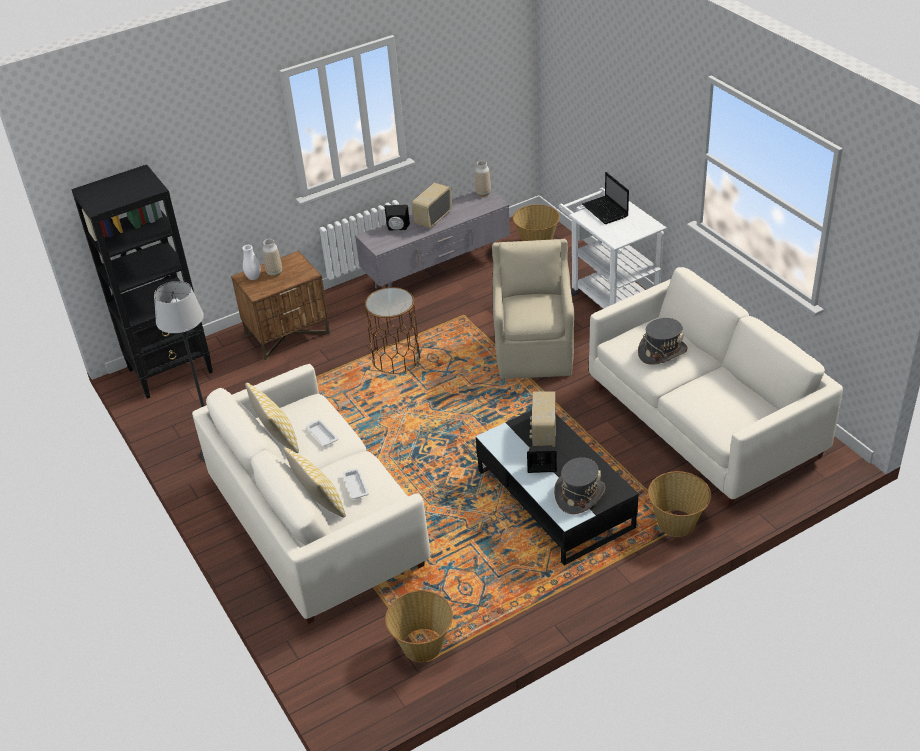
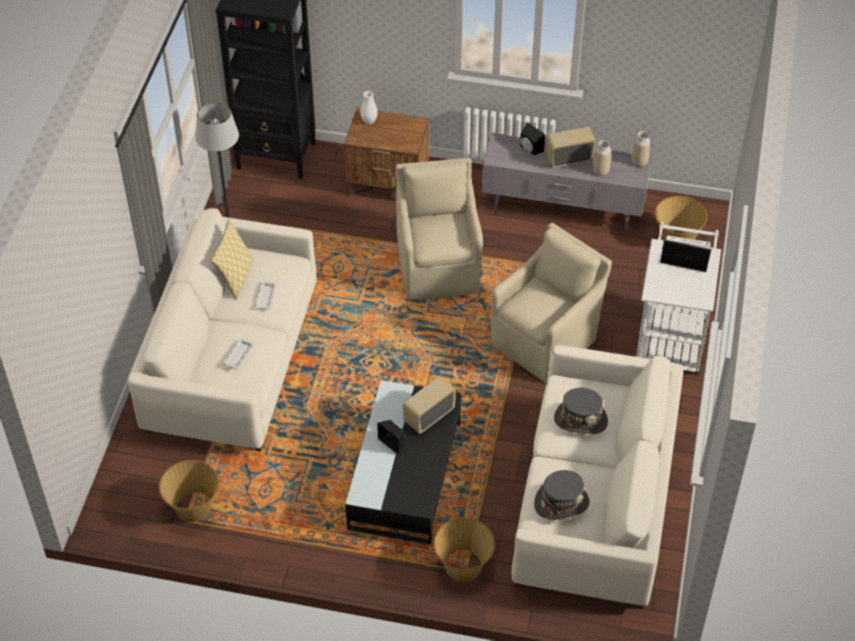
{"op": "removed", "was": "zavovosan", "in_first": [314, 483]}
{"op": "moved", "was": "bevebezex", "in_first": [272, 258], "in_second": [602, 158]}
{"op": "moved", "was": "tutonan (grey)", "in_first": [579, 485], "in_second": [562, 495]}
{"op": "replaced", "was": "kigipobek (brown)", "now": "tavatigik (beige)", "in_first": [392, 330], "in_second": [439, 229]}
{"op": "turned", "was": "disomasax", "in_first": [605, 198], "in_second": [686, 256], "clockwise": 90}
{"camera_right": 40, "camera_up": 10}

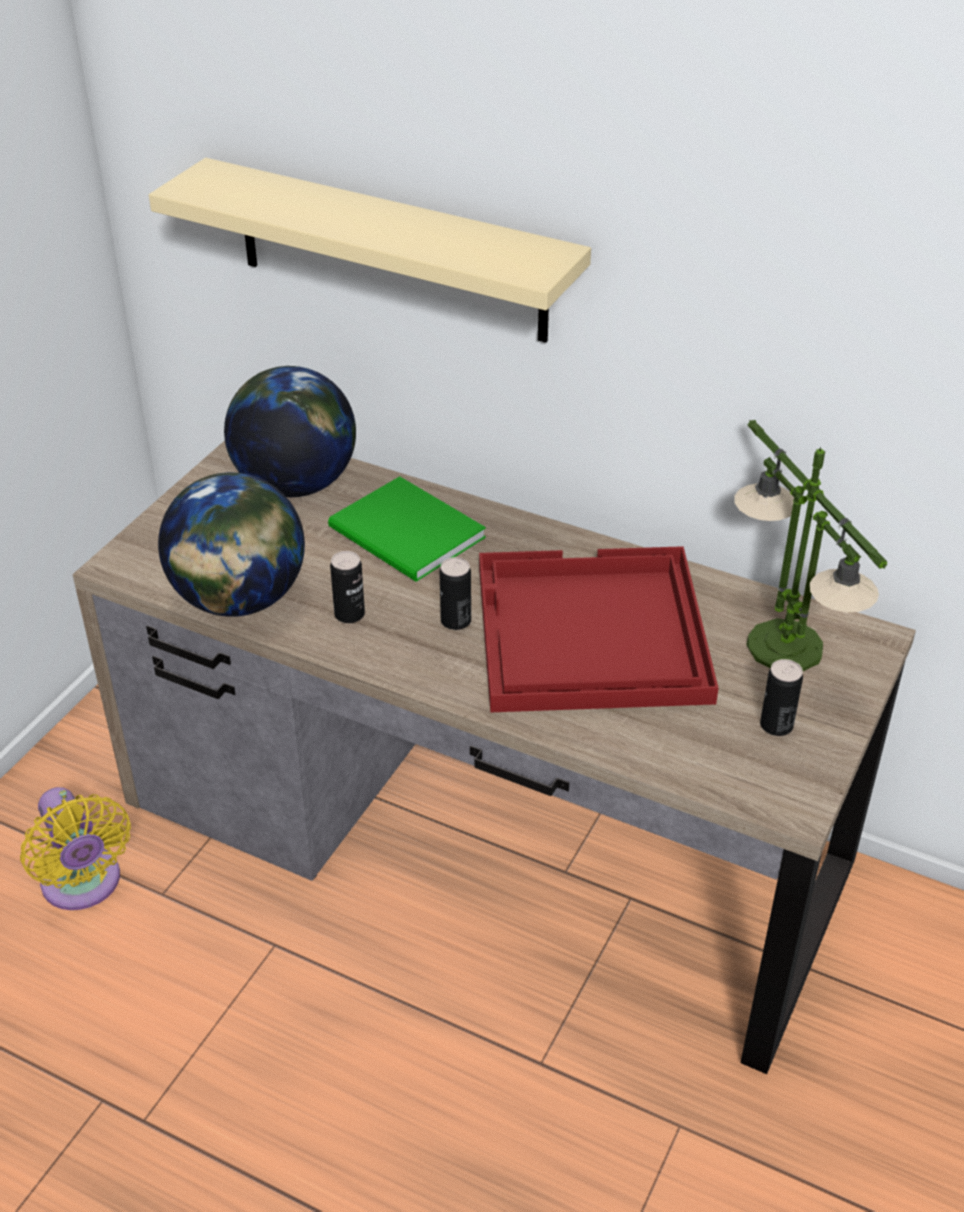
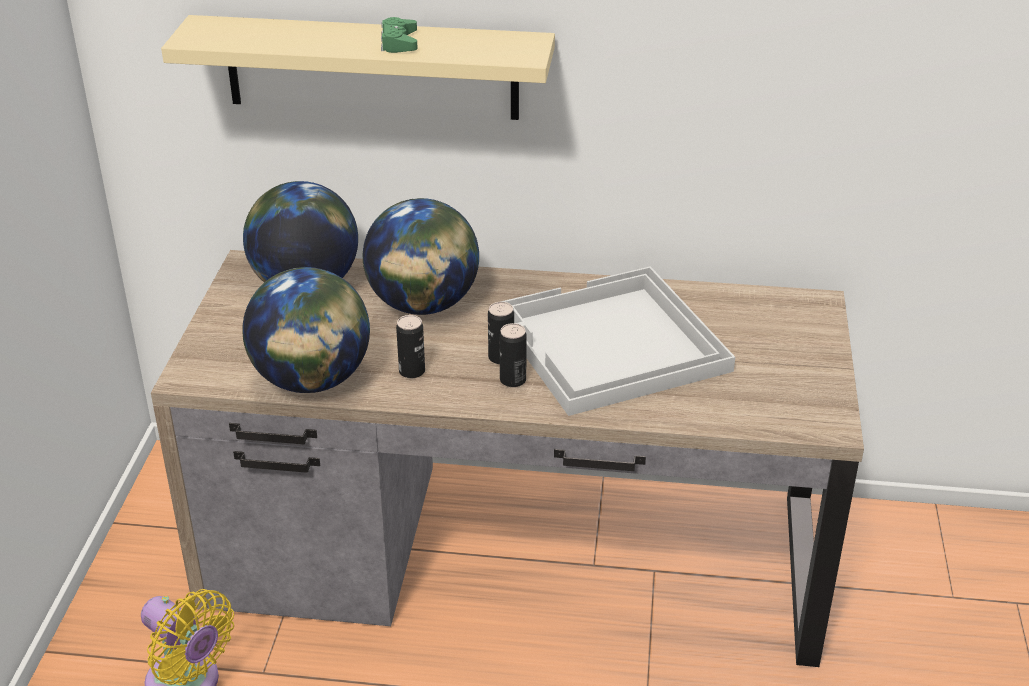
{"op": "removed", "was": "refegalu", "in_first": [810, 545]}
{"op": "added", "now": "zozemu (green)", "in_second": [399, 35]}
{"op": "moved", "was": "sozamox", "in_first": [781, 697], "in_second": [513, 355]}
{"op": "replaced", "was": "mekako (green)", "now": "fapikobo", "in_first": [407, 529], "in_second": [421, 256]}
{"op": "recoloured", "was": "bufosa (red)", "now": "bufosa (white)", "in_first": [599, 629], "in_second": [618, 341]}
{"camera_right": -20, "camera_up": -5}

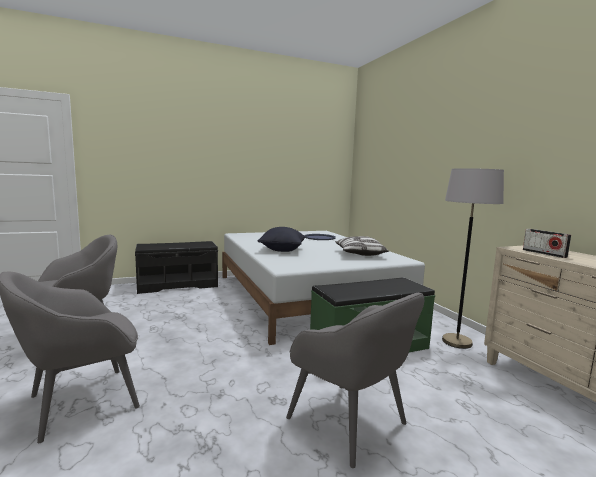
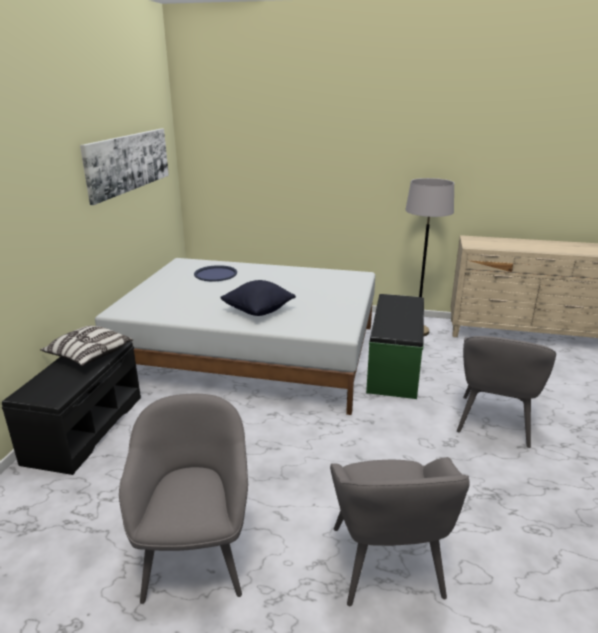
{"op": "removed", "was": "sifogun", "in_first": [547, 243]}
{"op": "added", "now": "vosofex", "in_second": [124, 167]}
{"op": "moved", "was": "zavovosan", "in_first": [362, 246], "in_second": [86, 346]}
{"op": "turned", "was": "tavatigik (grey)", "in_first": [355, 380], "in_second": [506, 392], "clockwise": 120}
{"camera_right": -55, "camera_up": 15}

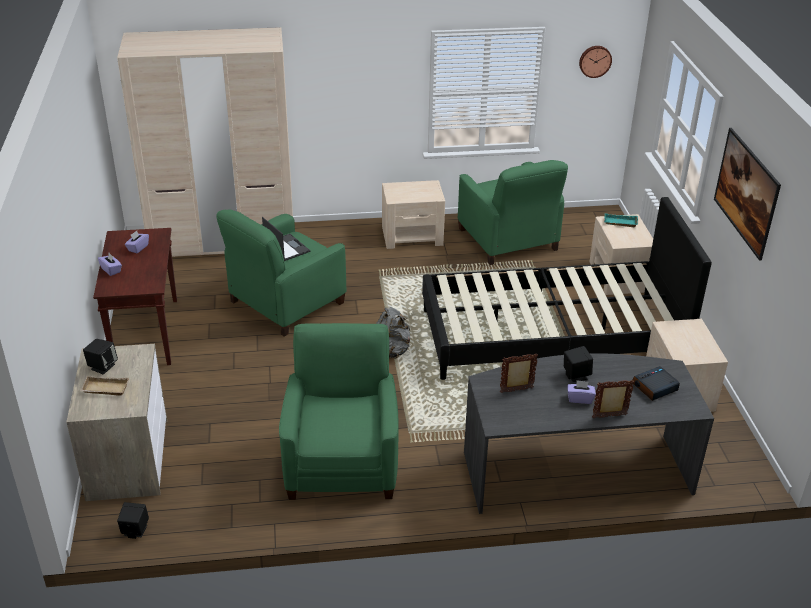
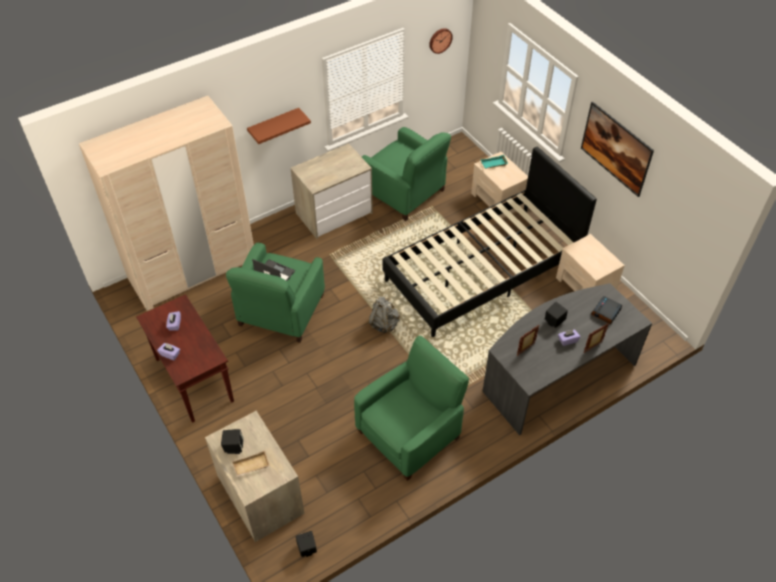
{"op": "added", "now": "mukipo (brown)", "in_second": [279, 126]}
{"op": "replaced", "was": "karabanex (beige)", "now": "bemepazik", "in_first": [413, 214], "in_second": [331, 191]}
{"op": "turned", "was": "tavatigik (green)", "in_first": [339, 411], "in_second": [411, 408], "clockwise": 75}
{"camera_right": -25, "camera_up": 15}

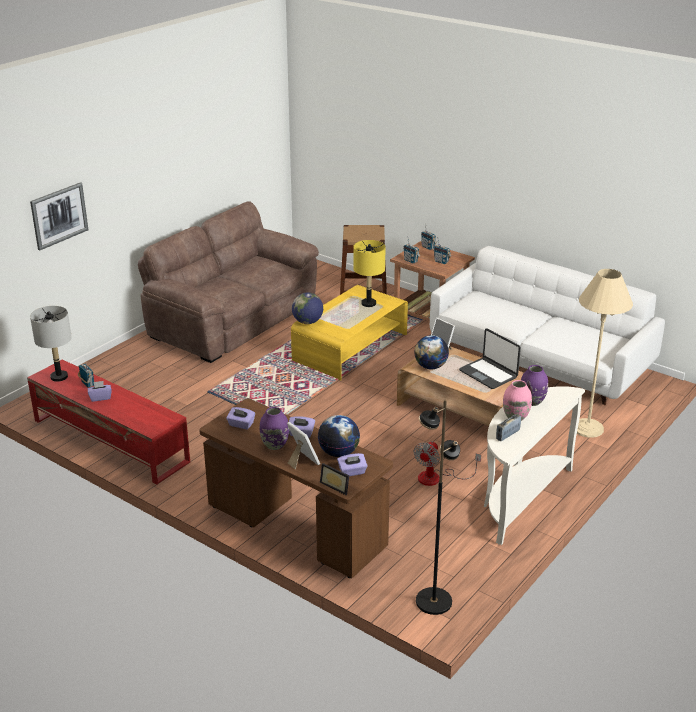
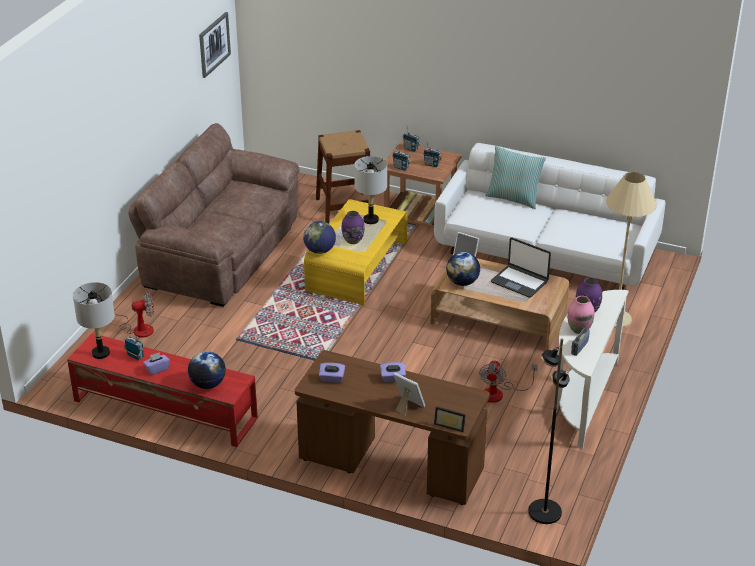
{"op": "removed", "was": "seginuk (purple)", "in_first": [352, 464]}
{"op": "added", "now": "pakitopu", "in_second": [134, 315]}
{"op": "added", "now": "zavovosan", "in_second": [515, 177]}
{"op": "moved", "was": "vosofex", "in_first": [59, 216], "in_second": [215, 45]}
{"op": "moved", "was": "bevebezex (purple)", "in_first": [274, 428], "in_second": [352, 227]}
{"op": "moved", "was": "fapikobo", "in_first": [339, 436], "in_second": [207, 370]}
{"op": "recoloured", "was": "refegalu (yellow)", "now": "refegalu (grey)", "in_first": [369, 273], "in_second": [370, 190]}
{"camera_right": -15, "camera_up": 5}

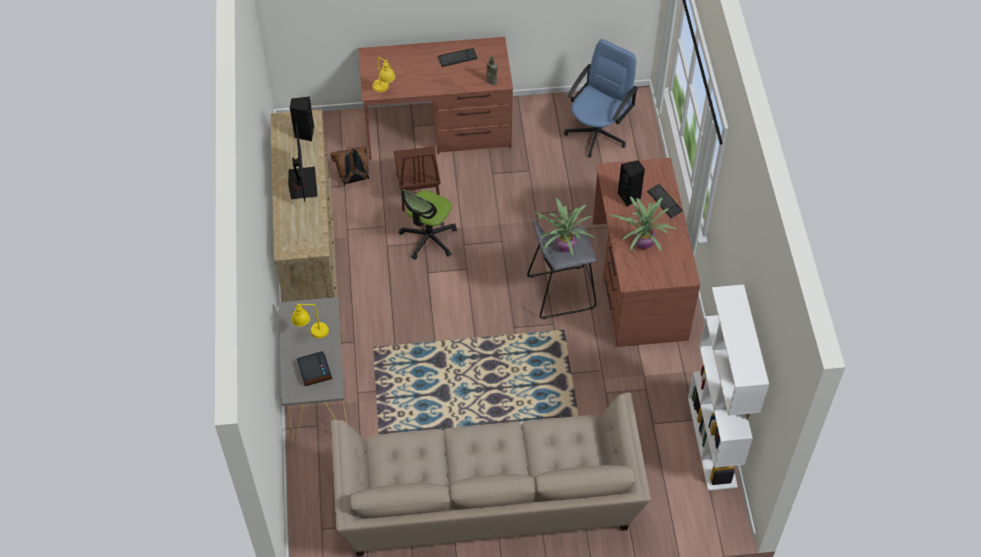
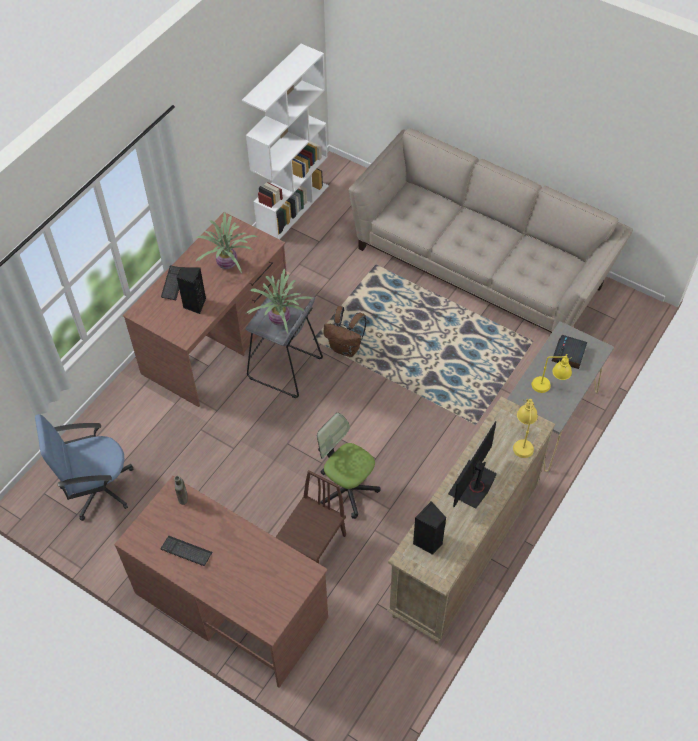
{"op": "moved", "was": "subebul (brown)", "in_first": [349, 165], "in_second": [345, 331]}
{"op": "moved", "was": "refegalu (yellow)", "in_first": [383, 74], "in_second": [525, 428]}
{"op": "turned", "was": "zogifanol", "in_first": [428, 224], "in_second": [349, 466], "clockwise": -120}
{"camera_right": -140, "camera_up": 0}

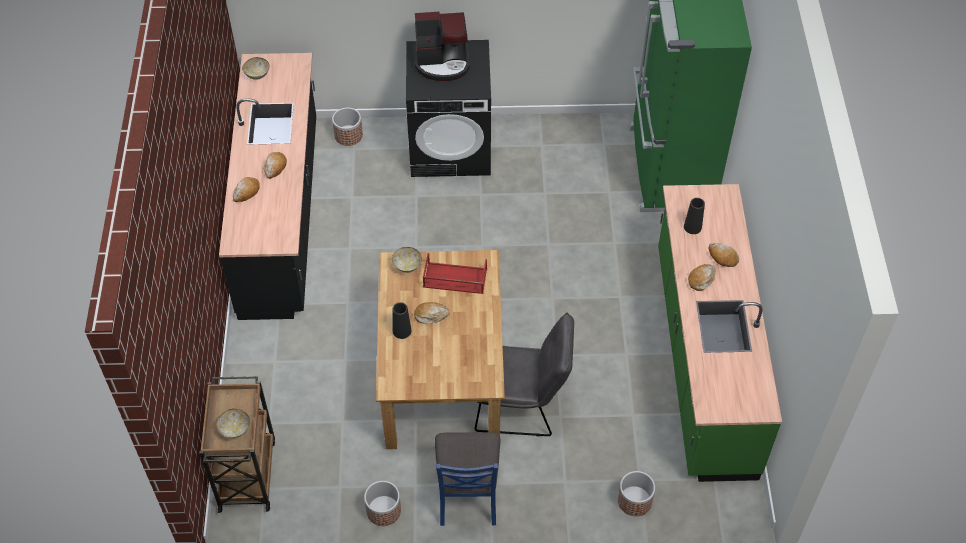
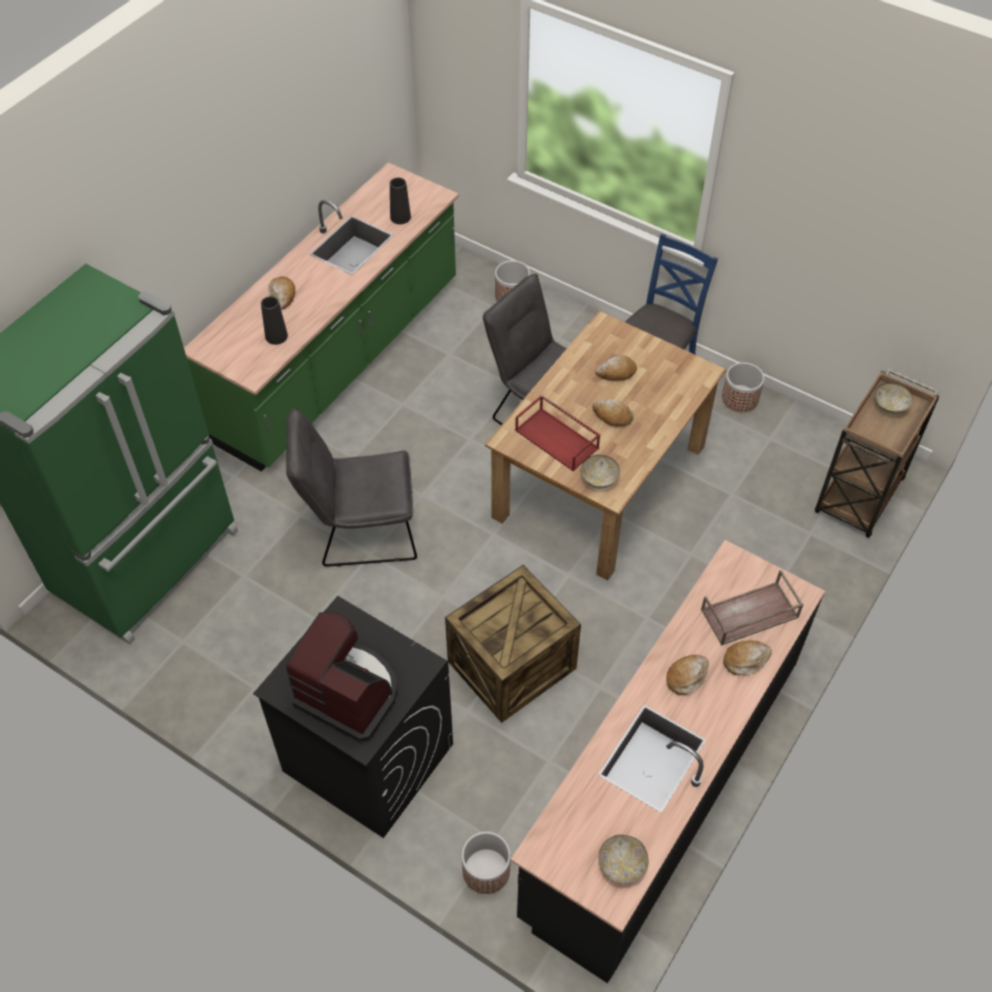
{"op": "added", "now": "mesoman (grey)", "in_second": [351, 487]}
{"op": "added", "now": "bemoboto", "in_second": [513, 644]}
{"op": "added", "now": "bufosa (brown)", "in_second": [752, 608]}
{"op": "moved", "was": "bevebezex (black)", "in_first": [402, 320], "in_second": [400, 201]}
{"op": "moved", "was": "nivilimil", "in_first": [701, 277], "in_second": [616, 368]}
{"camera_right": -145, "camera_up": 0}

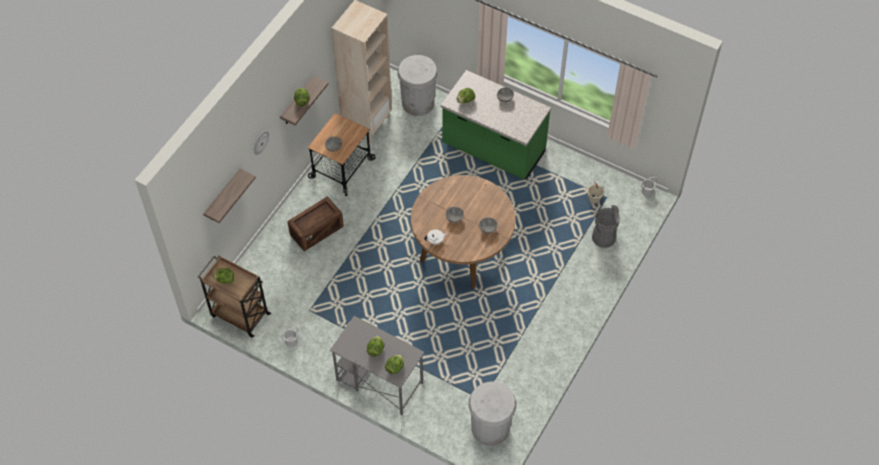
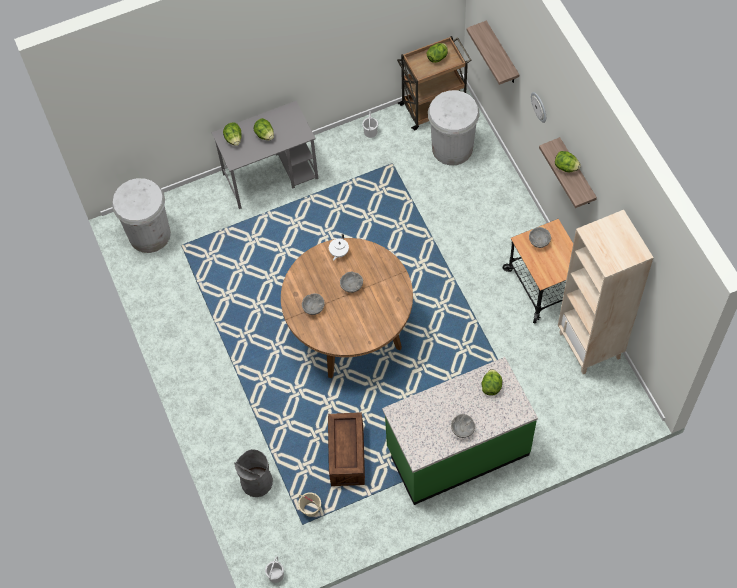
{"op": "moved", "was": "bemoboto", "in_first": [315, 223], "in_second": [346, 449]}
{"op": "moved", "was": "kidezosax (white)", "in_first": [417, 85], "in_second": [454, 127]}
{"camera_right": 130, "camera_up": 5}

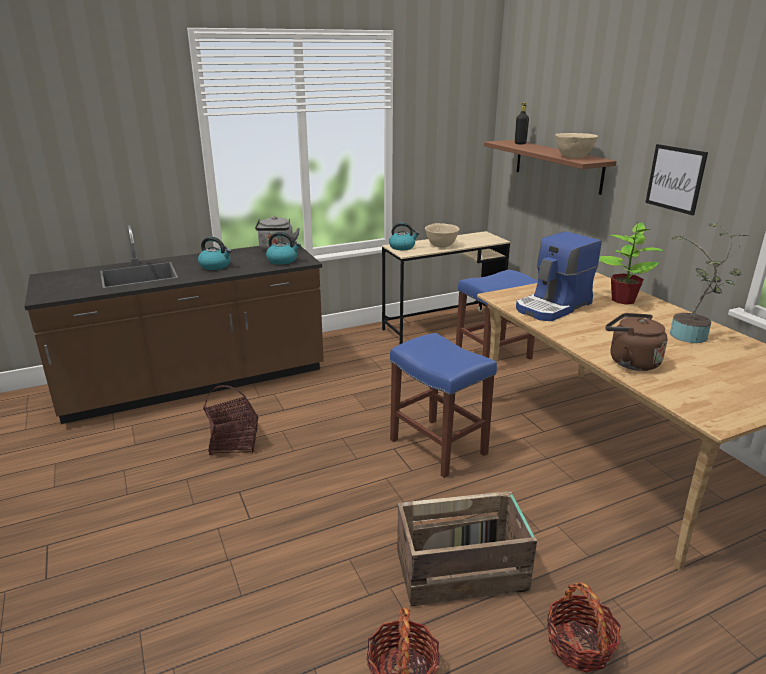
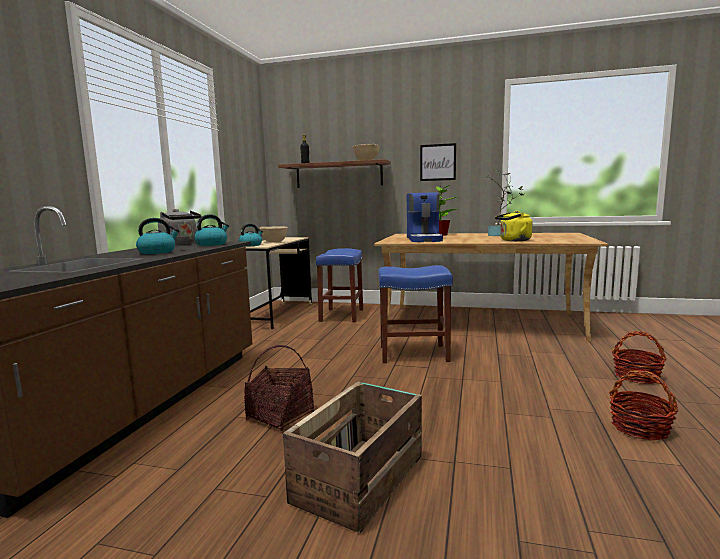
{"op": "moved", "was": "bemoboto", "in_first": [467, 549], "in_second": [352, 457]}
{"op": "recoloured", "was": "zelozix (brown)", "now": "zelozix (yellow)", "in_first": [636, 342], "in_second": [513, 226]}
{"camera_right": -50, "camera_up": -15}

